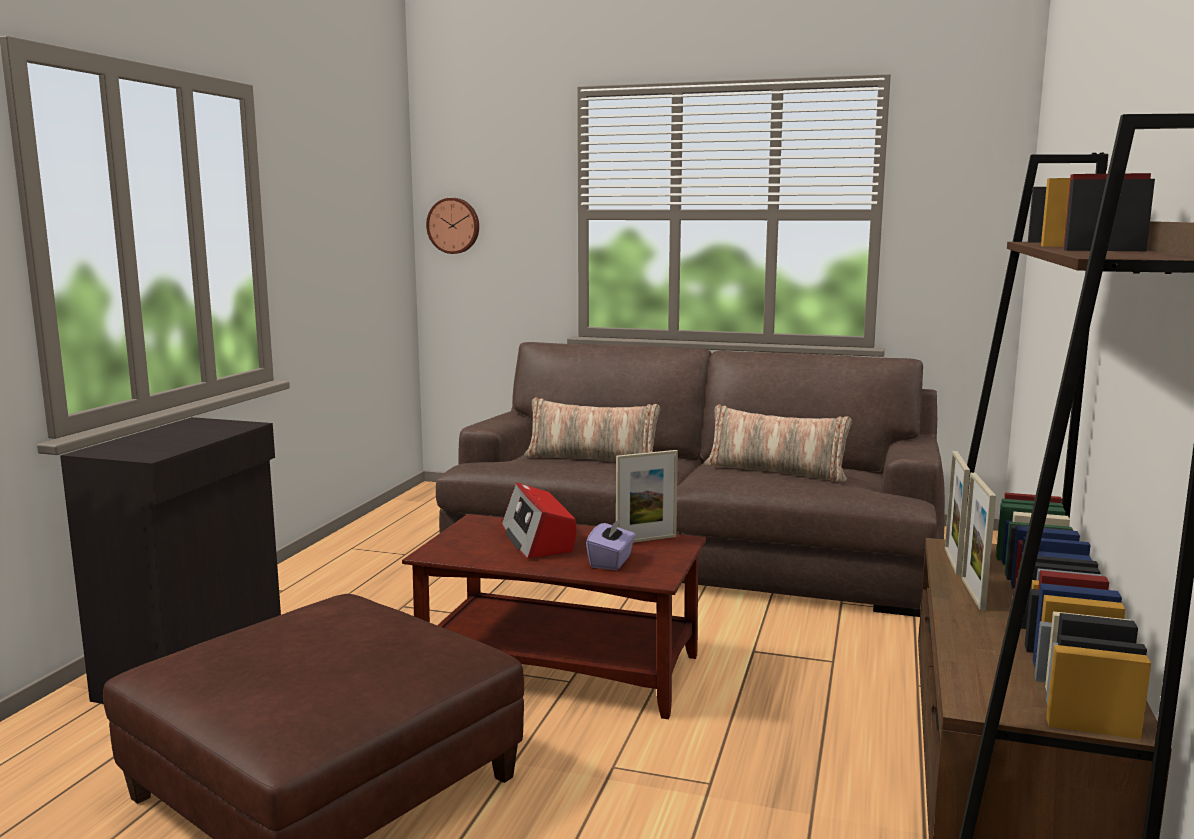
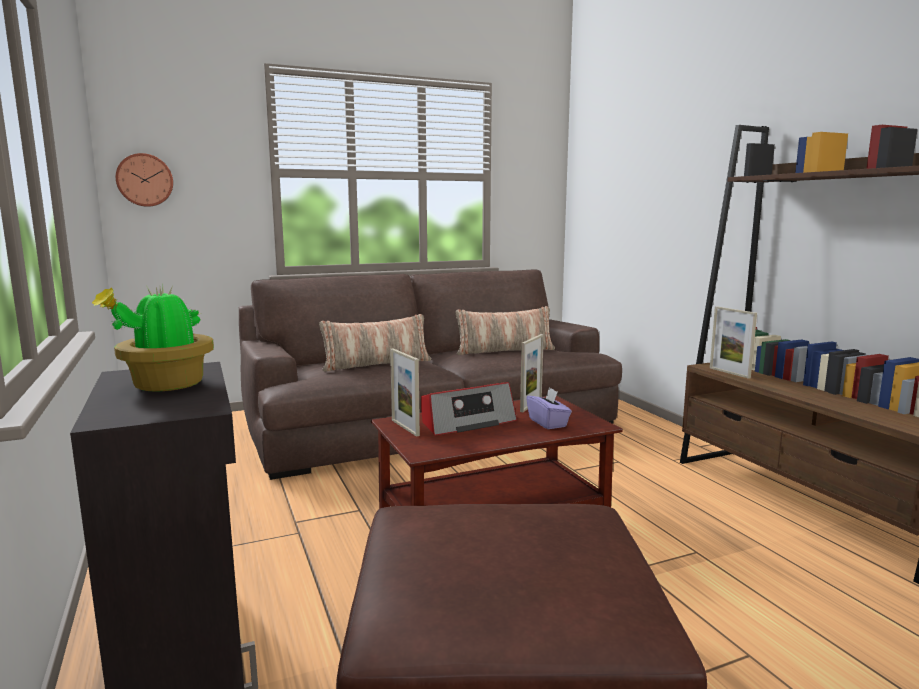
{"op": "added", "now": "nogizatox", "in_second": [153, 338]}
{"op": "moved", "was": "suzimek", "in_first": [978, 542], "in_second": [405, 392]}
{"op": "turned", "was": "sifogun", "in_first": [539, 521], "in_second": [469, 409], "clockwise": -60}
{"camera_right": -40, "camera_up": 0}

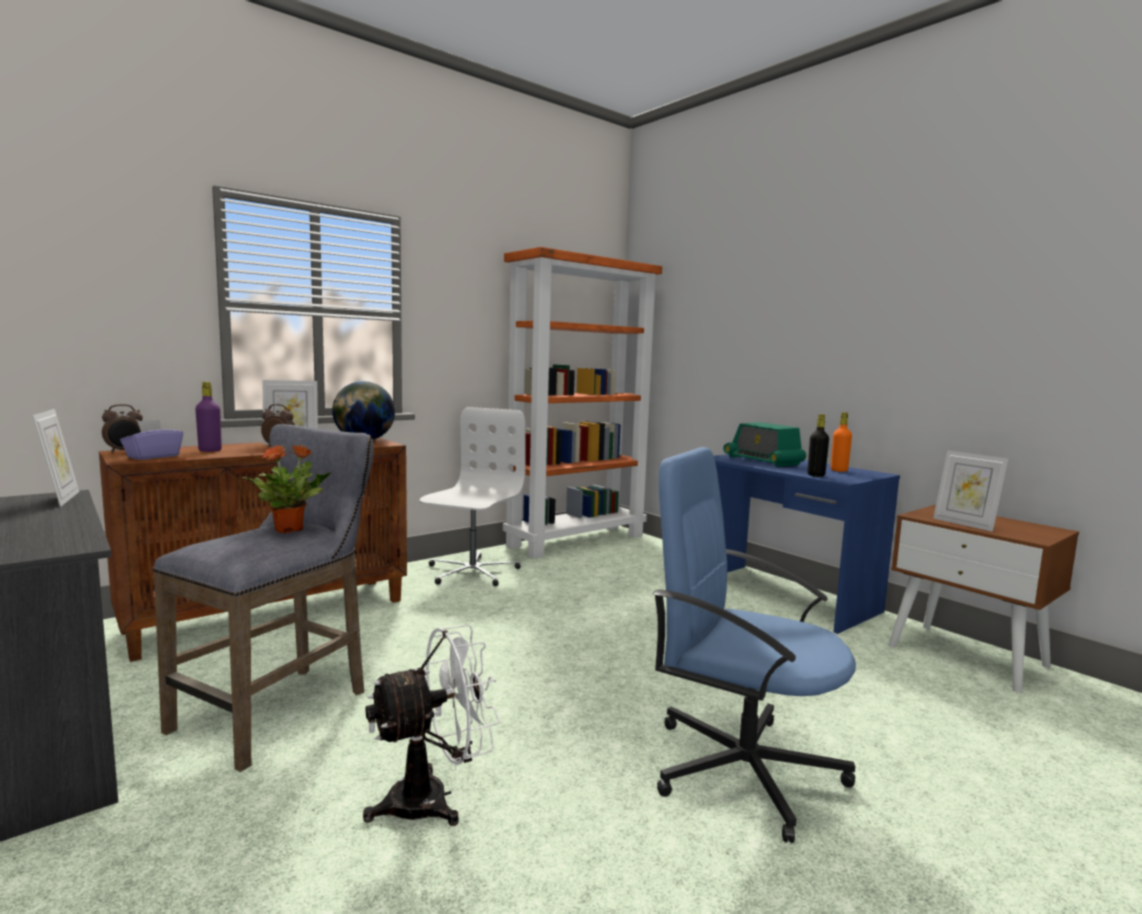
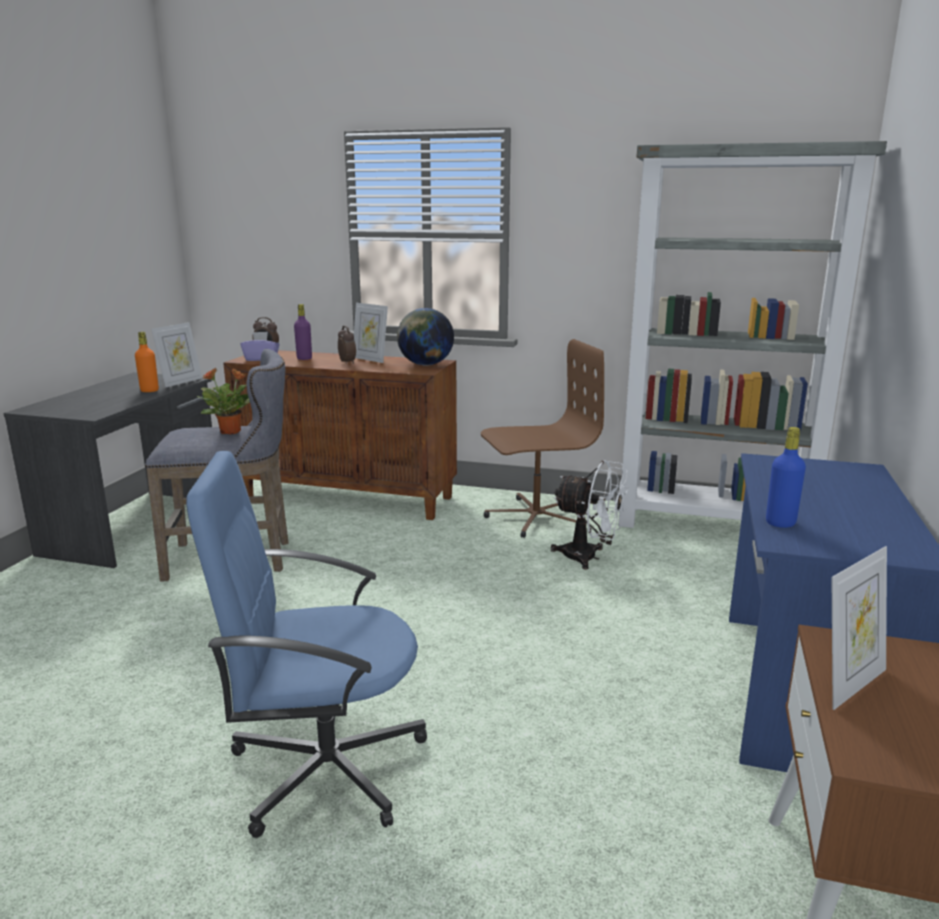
{"op": "removed", "was": "sifogun", "in_first": [764, 444]}
{"op": "moved", "was": "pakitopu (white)", "in_first": [431, 725], "in_second": [589, 515]}
{"op": "moved", "was": "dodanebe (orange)", "in_first": [841, 442], "in_second": [147, 362]}
{"op": "recoloured", "was": "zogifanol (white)", "now": "zogifanol (brown)", "in_first": [473, 496], "in_second": [542, 438]}
{"op": "recoloured", "was": "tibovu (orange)", "now": "tibovu (grey)", "in_first": [582, 403], "in_second": [752, 334]}
{"op": "recoloured", "was": "dodanebe (black)", "now": "dodanebe (blue)", "in_first": [818, 445], "in_second": [786, 477]}
{"op": "turned", "was": "zogifanol (blue)", "in_first": [754, 645], "in_second": [306, 644], "clockwise": -90}
{"op": "turned", "was": "suzimek", "in_first": [970, 491], "in_second": [859, 628], "clockwise": -150}
{"camera_right": 55, "camera_up": 10}

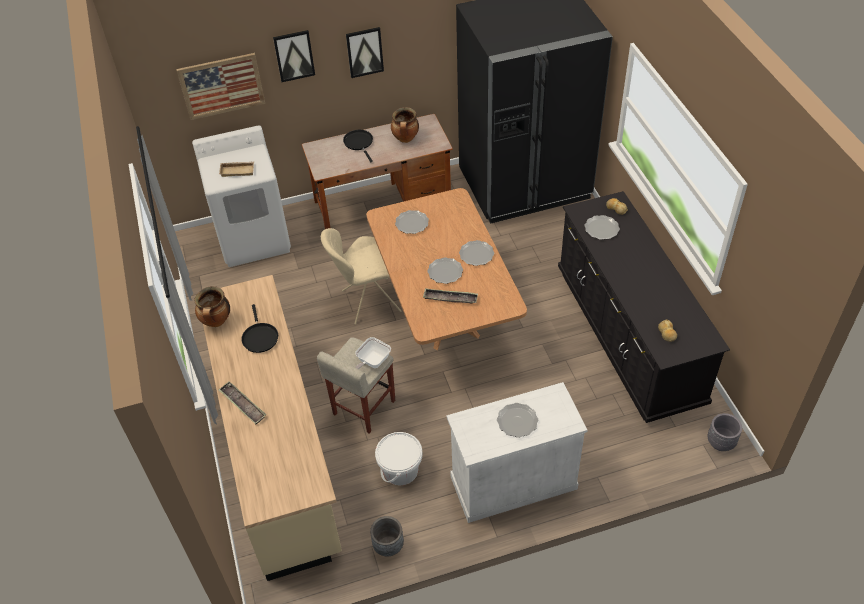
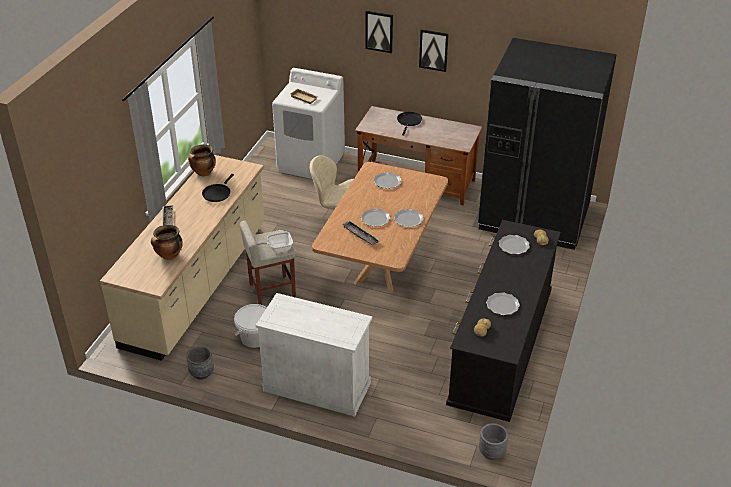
{"op": "removed", "was": "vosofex", "in_first": [220, 86]}
{"op": "moved", "was": "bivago", "in_first": [405, 125], "in_second": [167, 242]}
{"op": "moved", "was": "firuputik", "in_first": [517, 420], "in_second": [503, 303]}
{"camera_right": 35, "camera_up": -10}

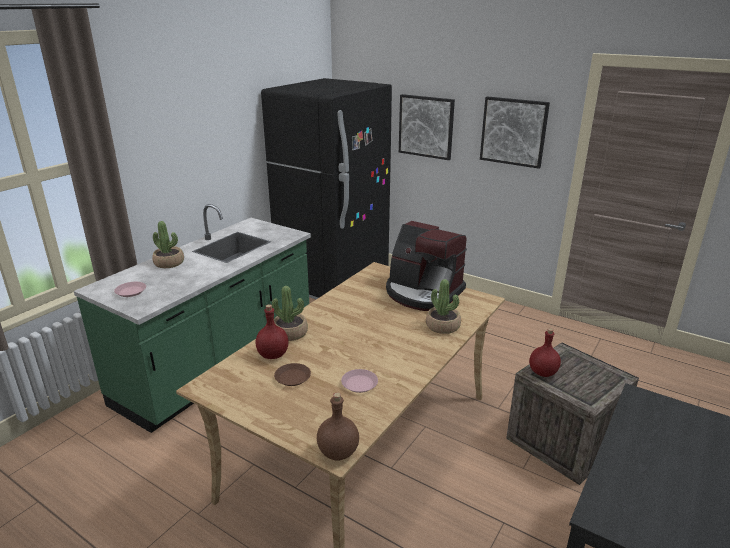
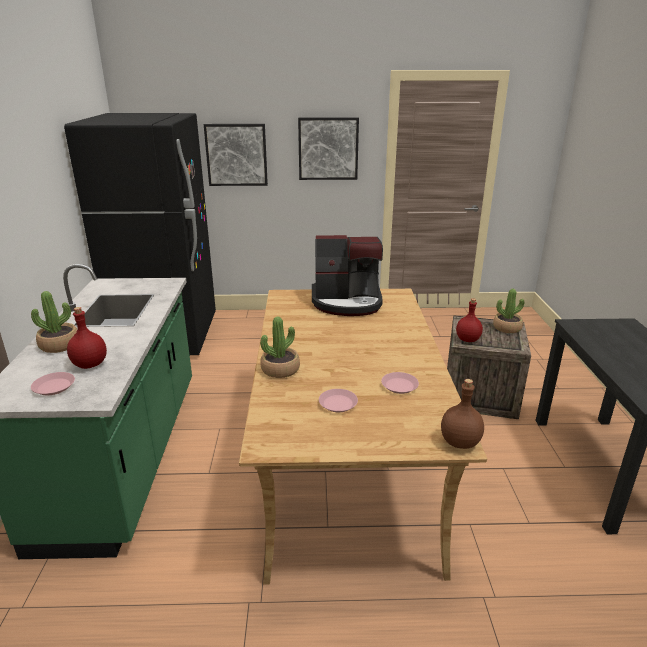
{"op": "moved", "was": "dodanebe (red)", "in_first": [272, 331], "in_second": [87, 338]}
{"op": "moved", "was": "nogizatox", "in_first": [443, 306], "in_second": [508, 311]}
{"op": "recoloured", "was": "firuputik (brown)", "now": "firuputik (pink)", "in_first": [292, 374], "in_second": [338, 400]}
{"camera_right": -35, "camera_up": 0}

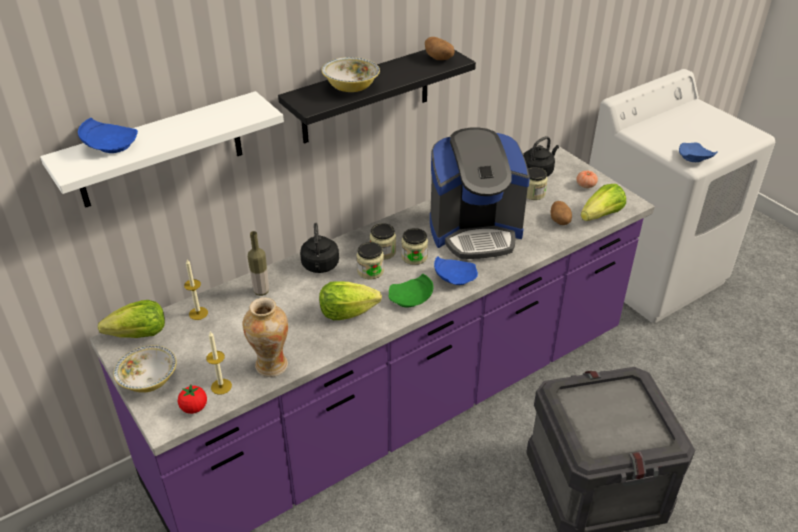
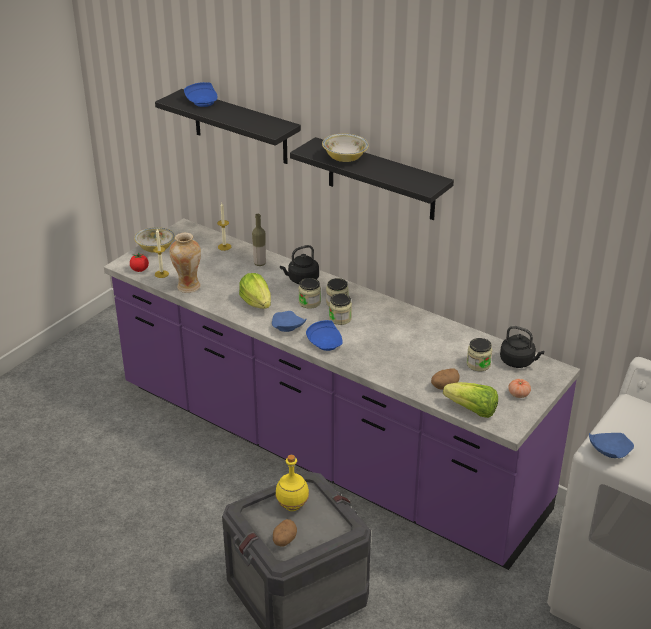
{"op": "removed", "was": "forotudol", "in_first": [131, 319]}
{"op": "removed", "was": "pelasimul", "in_first": [480, 193]}
{"op": "added", "now": "dodanebe (yellow)", "in_second": [292, 483]}
{"op": "moved", "was": "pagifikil", "in_first": [440, 48], "in_second": [285, 532]}
{"op": "recoloured", "was": "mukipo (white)", "now": "mukipo (black)", "in_first": [162, 149], "in_second": [228, 126]}
{"op": "recoloured", "was": "firuputik (green)", "now": "firuputik (blue)", "in_first": [410, 290], "in_second": [289, 321]}
{"camera_right": 70, "camera_up": -5}

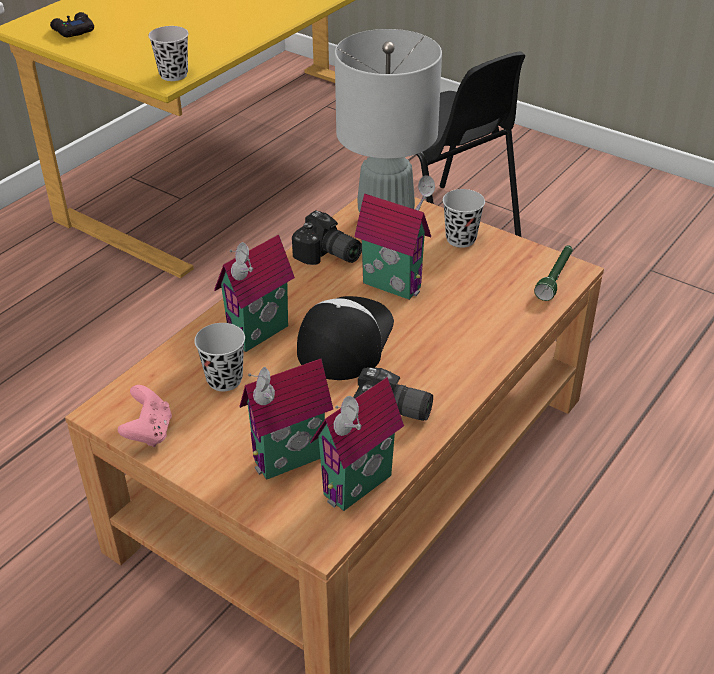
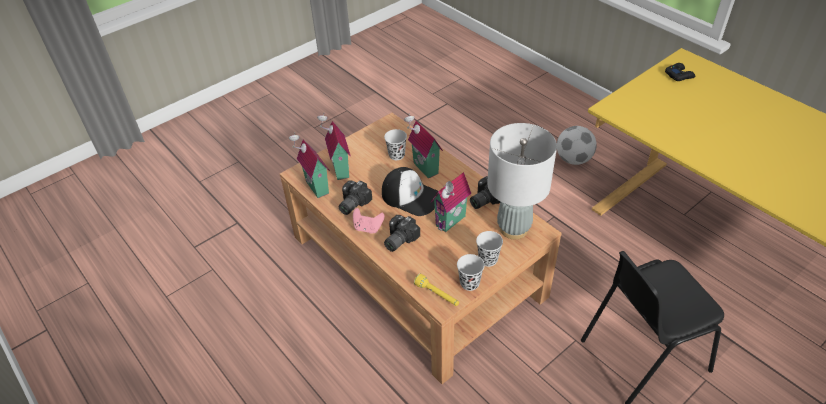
{"op": "added", "now": "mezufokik", "in_second": [402, 233]}
{"op": "added", "now": "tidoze", "in_second": [577, 145]}
{"op": "moved", "was": "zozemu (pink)", "in_first": [145, 416], "in_second": [369, 221]}
{"op": "moved", "was": "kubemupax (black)", "in_first": [168, 53], "in_second": [470, 272]}
{"op": "recoloured", "was": "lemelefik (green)", "now": "lemelefik (yellow)", "in_first": [553, 273], "in_second": [436, 290]}
{"camera_right": 105, "camera_up": 5}

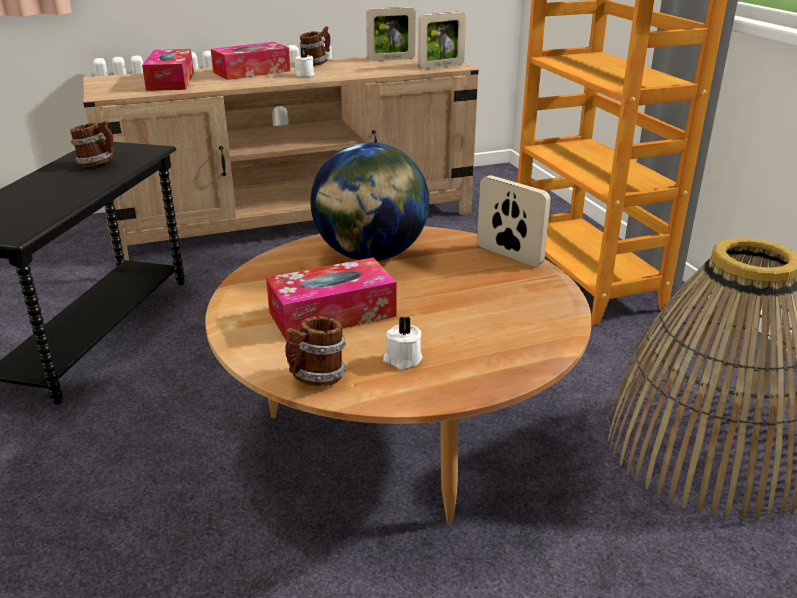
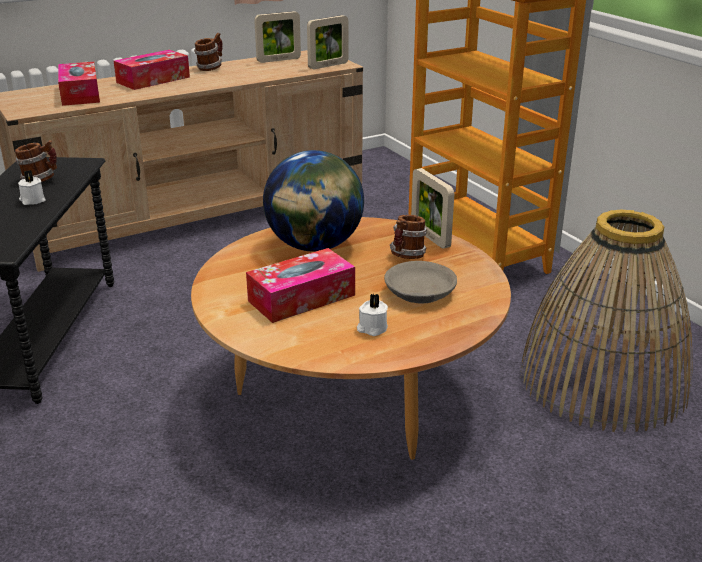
{"op": "added", "now": "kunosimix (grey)", "in_second": [420, 282]}
{"op": "moved", "was": "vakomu", "in_first": [315, 351], "in_second": [408, 237]}
{"op": "moved", "was": "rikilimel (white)", "in_first": [304, 62], "in_second": [32, 187]}
{"op": "turned", "was": "suzimek", "in_first": [514, 221], "in_second": [432, 208], "clockwise": -150}
{"camera_right": -10, "camera_up": 0}

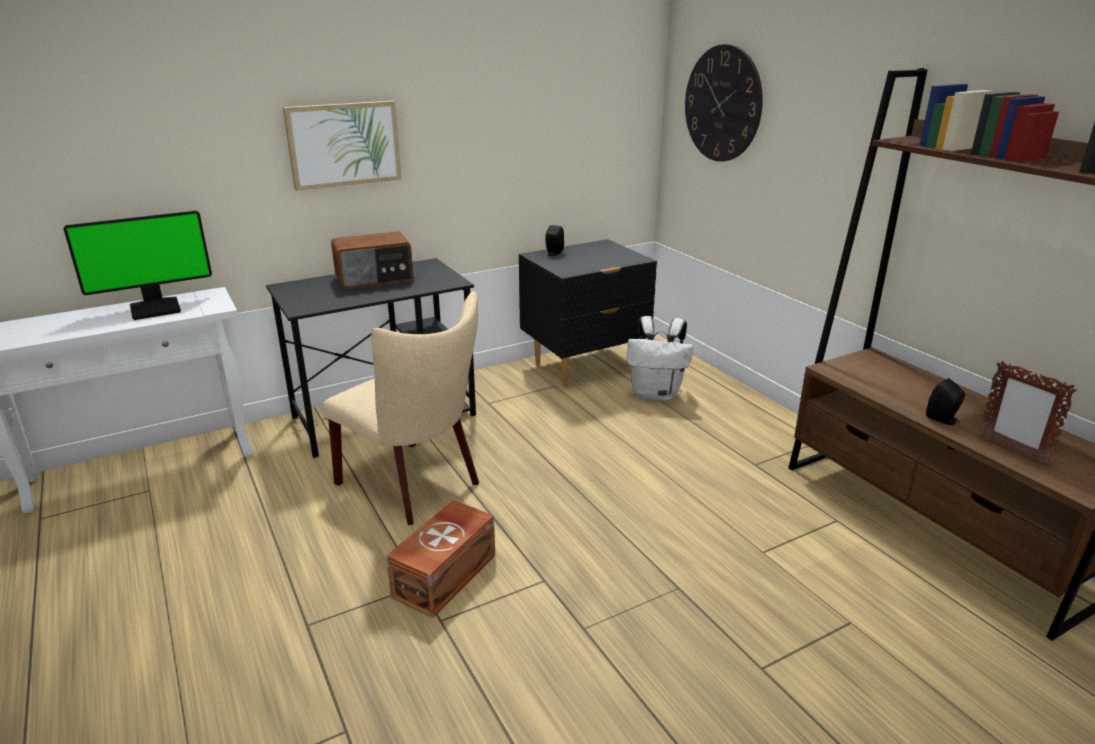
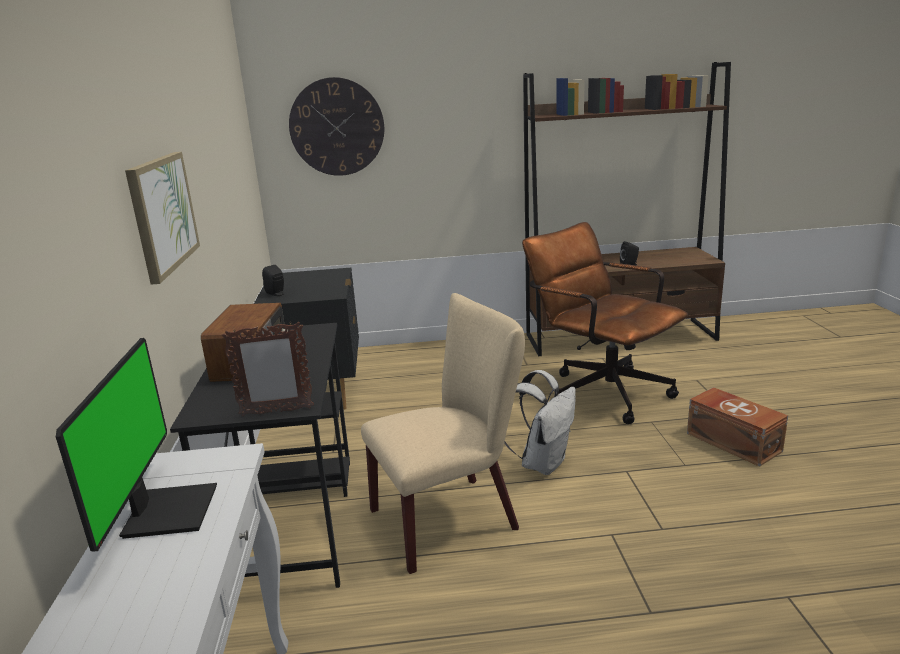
{"op": "added", "now": "zogifanol (brown)", "in_second": [605, 323]}
{"op": "moved", "was": "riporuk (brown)", "in_first": [440, 559], "in_second": [737, 427]}
{"op": "moved", "was": "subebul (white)", "in_first": [660, 358], "in_second": [540, 422]}
{"op": "moved", "was": "suzimek", "in_first": [1027, 414], "in_second": [268, 369]}
{"camera_right": -65, "camera_up": -5}

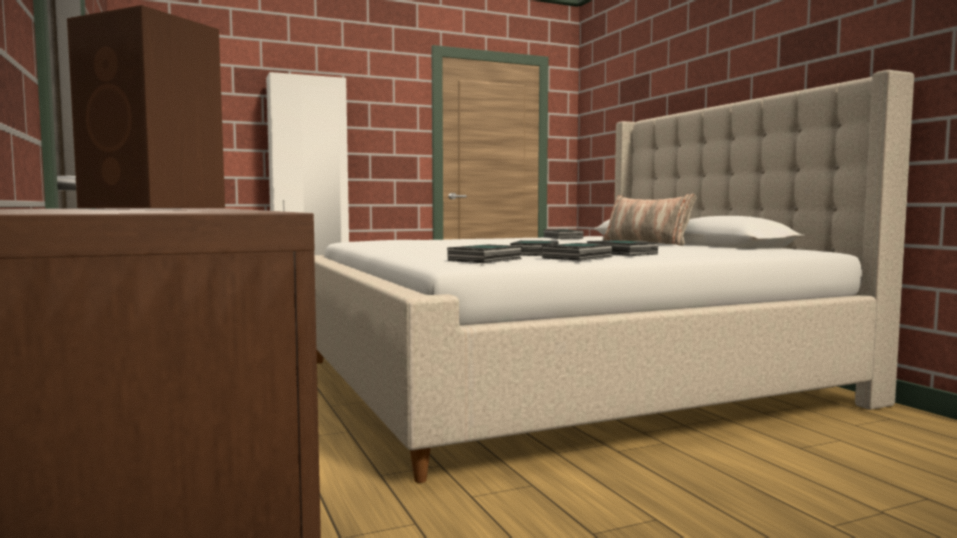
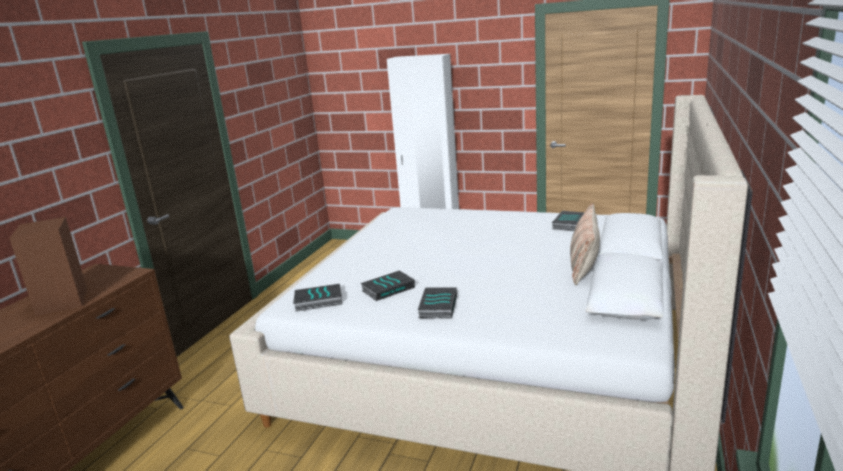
{"op": "removed", "was": "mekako", "in_first": [577, 252]}
{"camera_right": 45, "camera_up": 15}

